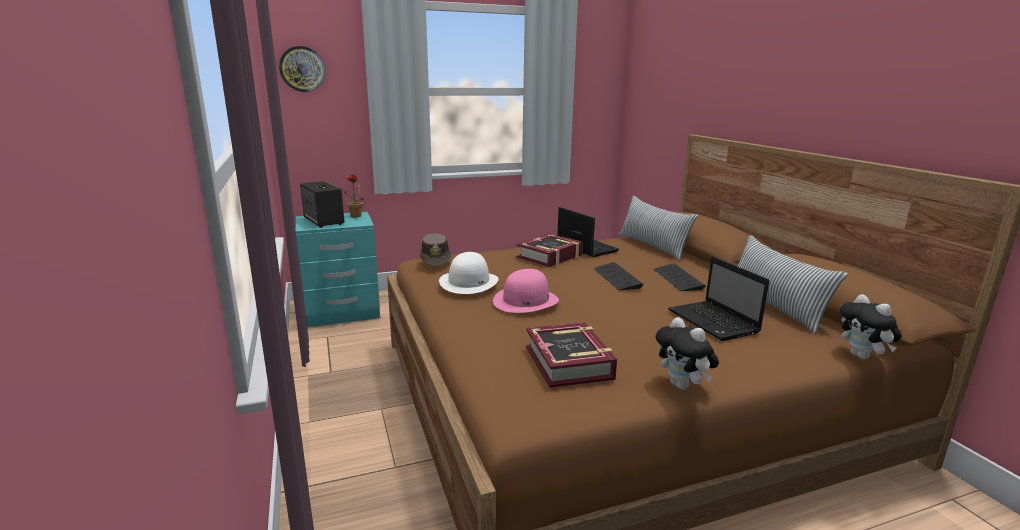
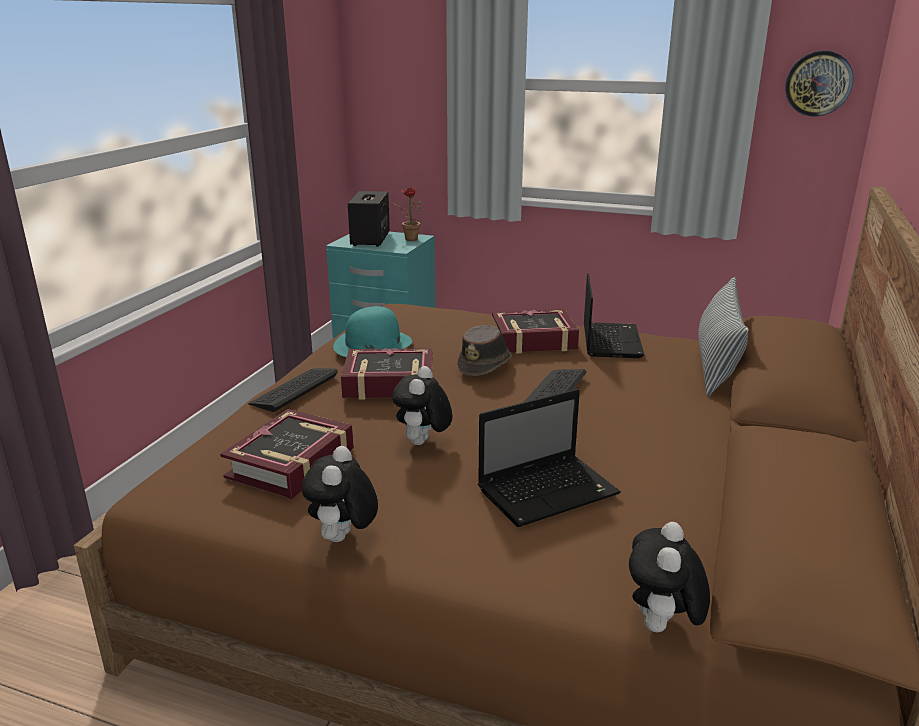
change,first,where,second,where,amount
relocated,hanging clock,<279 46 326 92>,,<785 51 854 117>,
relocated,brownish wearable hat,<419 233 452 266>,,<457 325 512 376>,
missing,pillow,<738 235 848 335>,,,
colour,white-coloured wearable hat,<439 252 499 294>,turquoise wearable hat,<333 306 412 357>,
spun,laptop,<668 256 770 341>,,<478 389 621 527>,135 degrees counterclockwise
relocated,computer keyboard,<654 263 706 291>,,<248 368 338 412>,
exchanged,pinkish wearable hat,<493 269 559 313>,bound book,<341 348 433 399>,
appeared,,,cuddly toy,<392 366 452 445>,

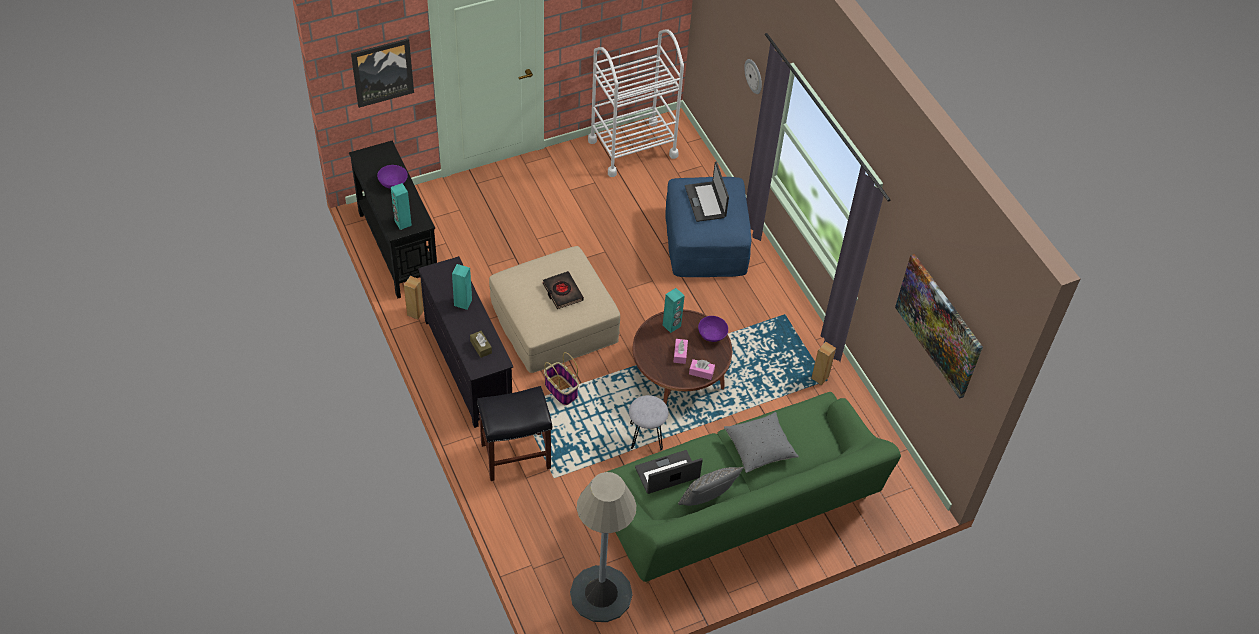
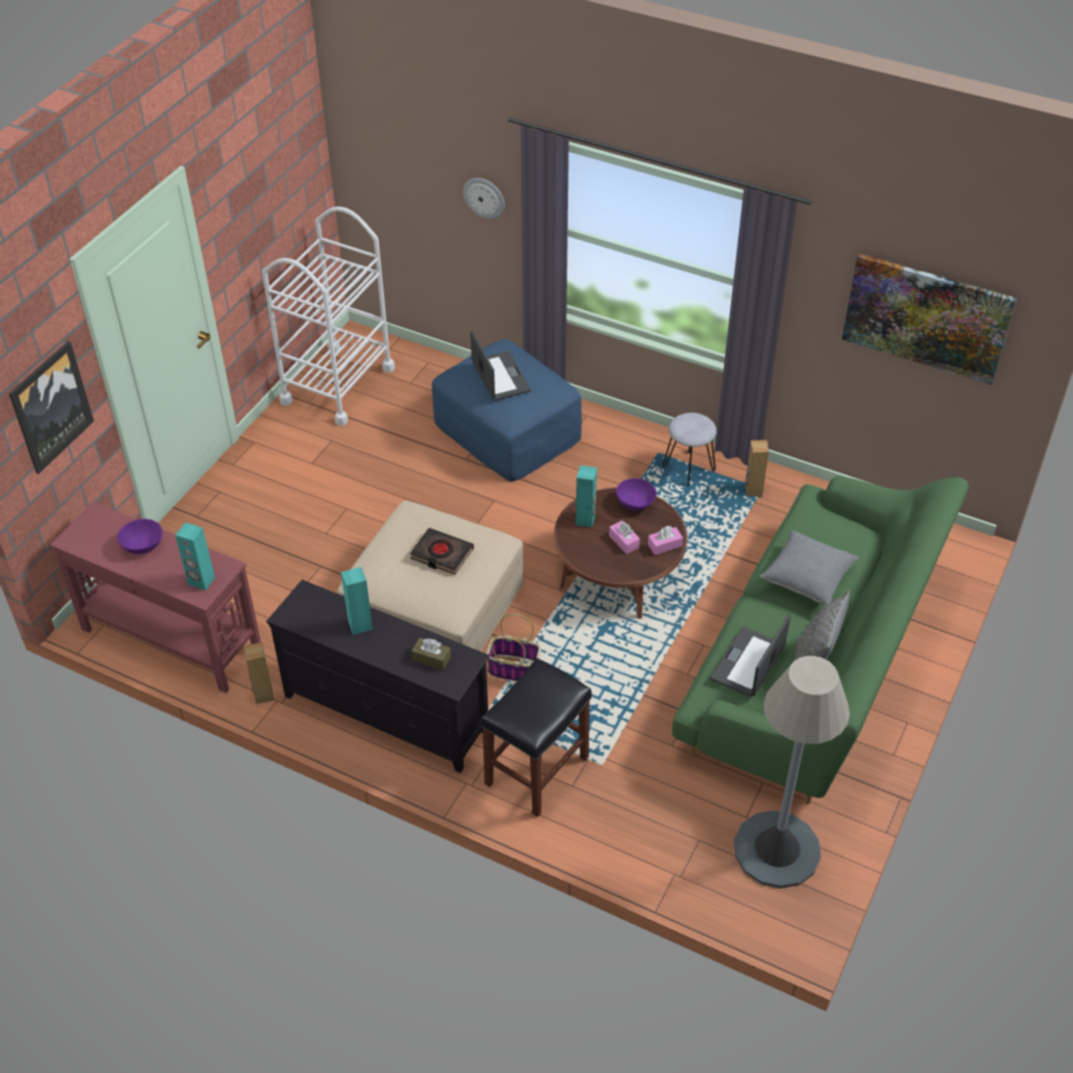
change,first,where,second,where,amount
colour,blackish console table,<349 141 437 298>,reddish console table,<50 501 261 693>,
spun,laptop,<685 162 729 222>,,<470 331 531 400>,150 degrees counterclockwise
relocated,greyish stool seat,<629 395 668 450>,,<662 413 717 486>,

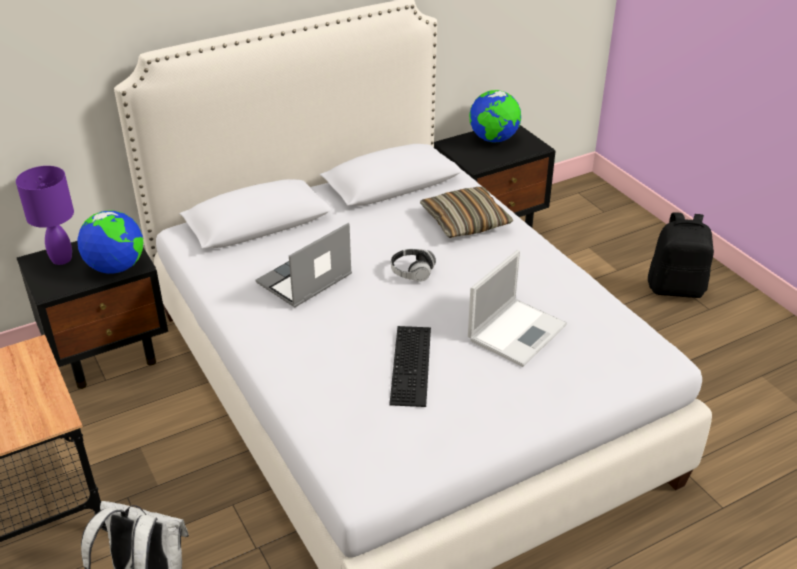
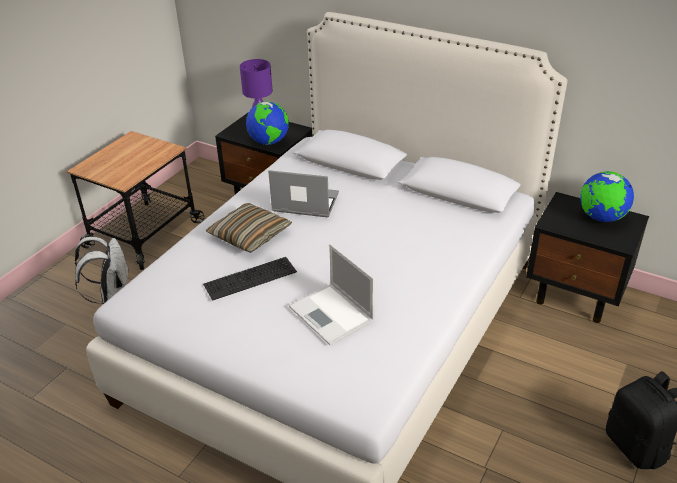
change,first,where,second,where,amount
relocated,pillow,<420 187 513 238>,,<206 203 292 253>,
missing,headphones,<391 249 436 282>,,,
spun,laptop,<468 250 567 367>,,<289 244 376 346>,45 degrees clockwise

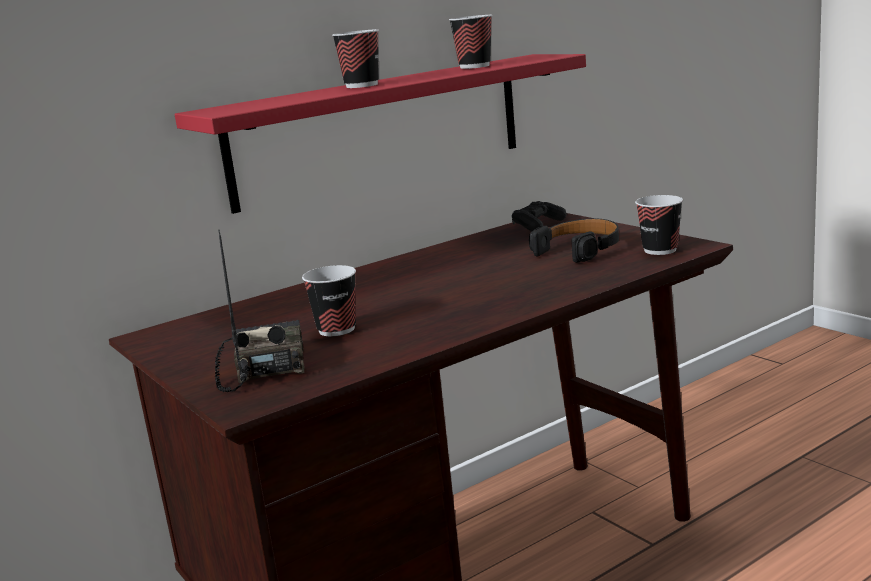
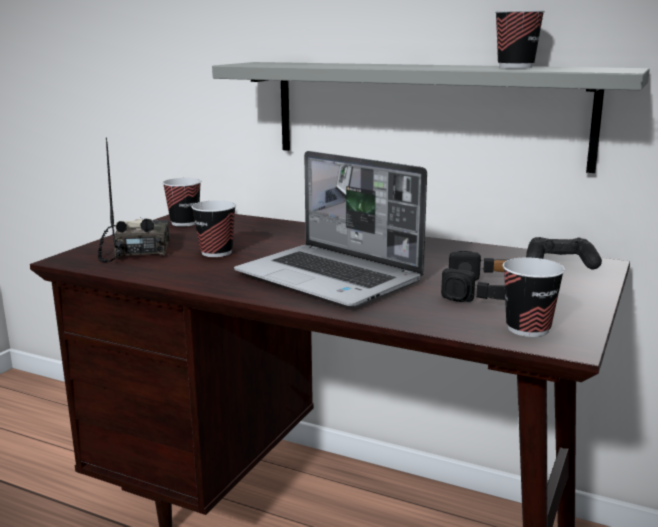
change,first,where,second,where,amount
relocated,small cup,<332 29 379 88>,,<162 178 201 227>,
colour,reddish bracket shelf,<175 54 586 214>,greyish bracket shelf,<212 62 650 173>,
spun,radio receiver,<215 230 305 392>,,<98 138 170 262>,60 degrees counterclockwise
appeared,,,laptop,<234 151 427 307>,

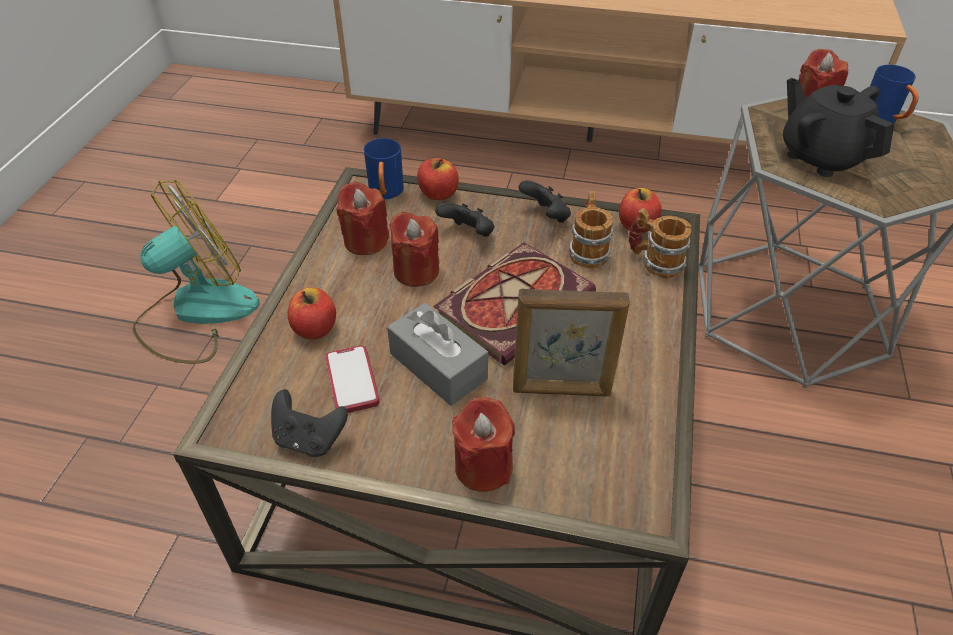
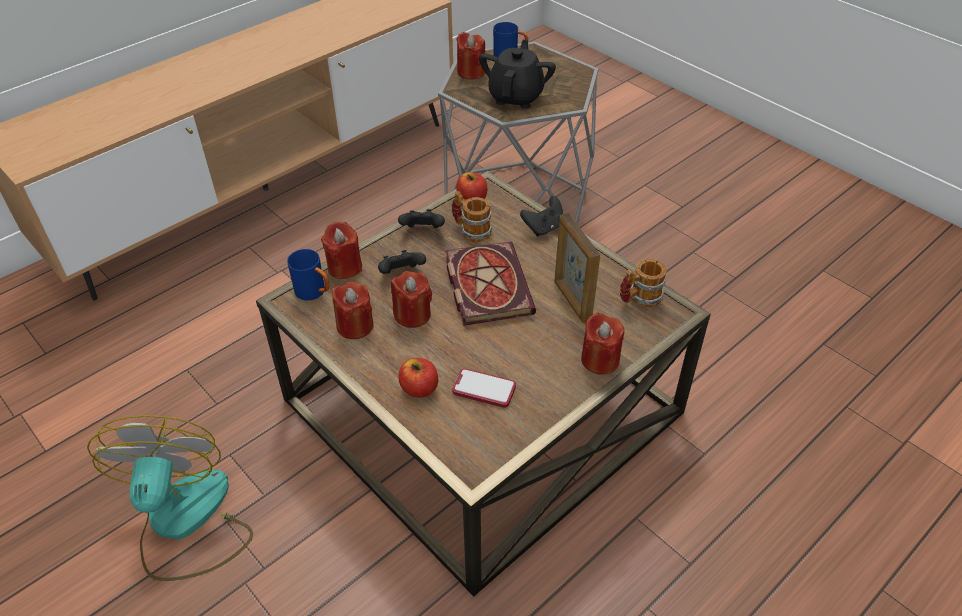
change,first,where,second,where,amount
spun,blackish pot for tea,<783 78 894 177>,,<479 40 556 108>,105 degrees clockwise
exchanged,apple fruit,<417 158 459 200>,reddish wax candle,<321 222 362 279>,
relocated,tea mug,<628 208 691 278>,,<620 259 667 307>,
spun,picture frame,<513 288 630 396>,,<554 213 600 324>,120 degrees clockwise
missing,greyish tissue holder,<387 303 488 406>,,,
relocated,blackish game controller,<271 389 348 457>,,<520 196 563 236>,

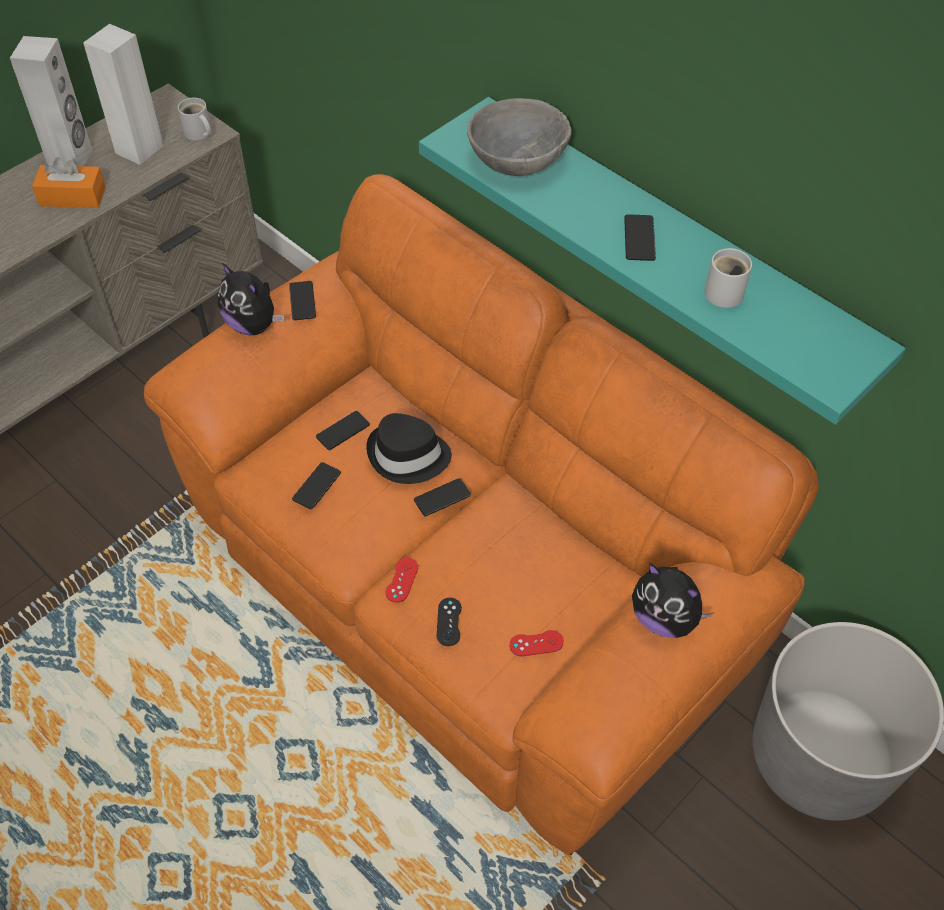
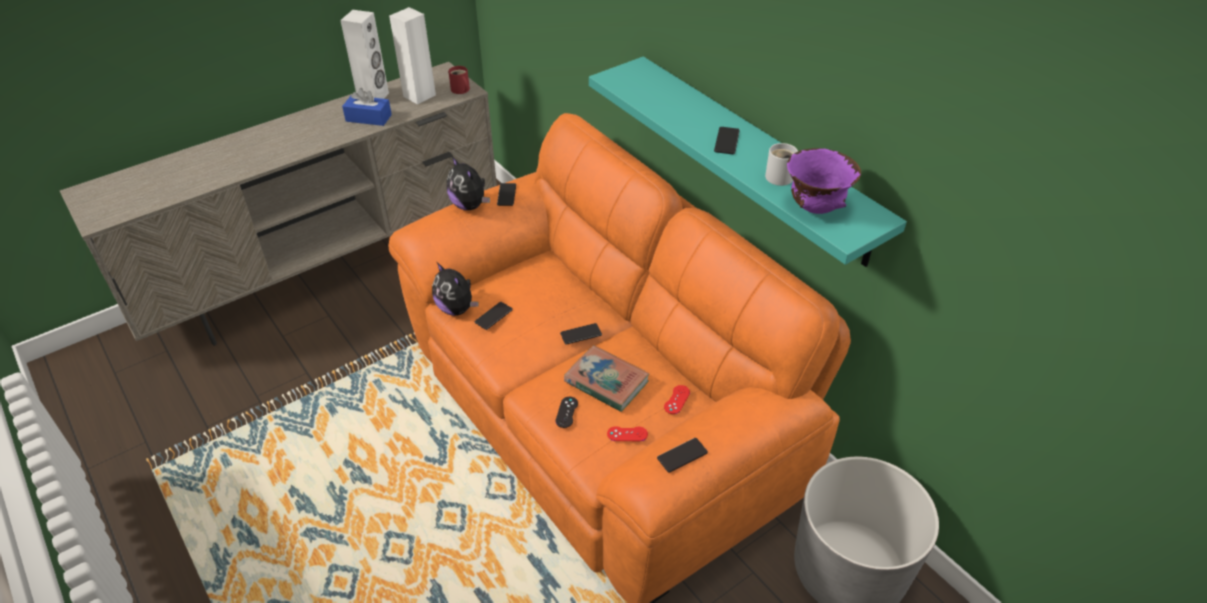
change,first,where,second,where,amount
colour,white-coloured tea mug,<178 98 211 141>,reddish tea mug,<448 66 470 94>,
missing,greyish bowl,<467 98 572 176>,,,
colour,orange-coloured tissue holder,<32 157 106 208>,blue tissue holder,<342 88 392 126>,
relocated,telephone,<316 411 370 450>,,<657 438 708 473>,
missing,blackish wearable hat,<366 413 452 484>,,,
relocated,reddish game controller,<386 558 418 603>,,<664 385 690 414>,
relocated,cuddly toy,<632 563 714 638>,,<432 262 479 316>,
appeared,,,purple bowl,<787 148 861 214>,
appeared,,,bound book,<564 345 650 412>,

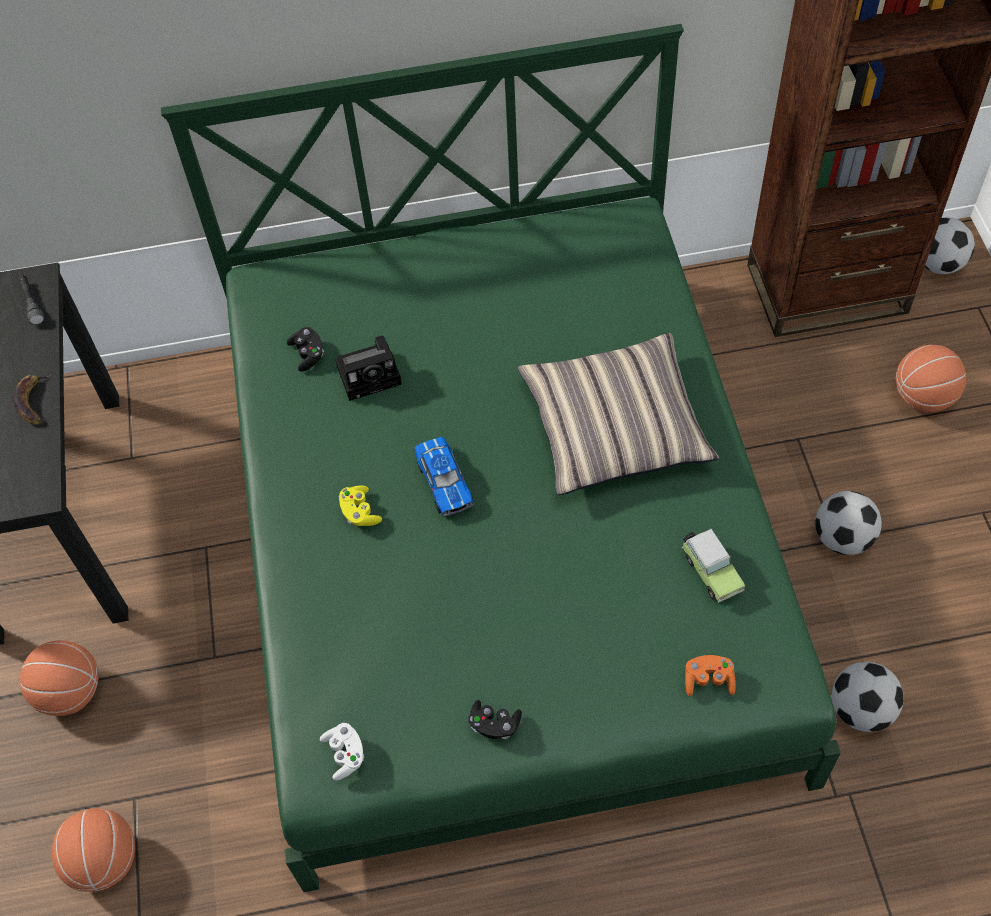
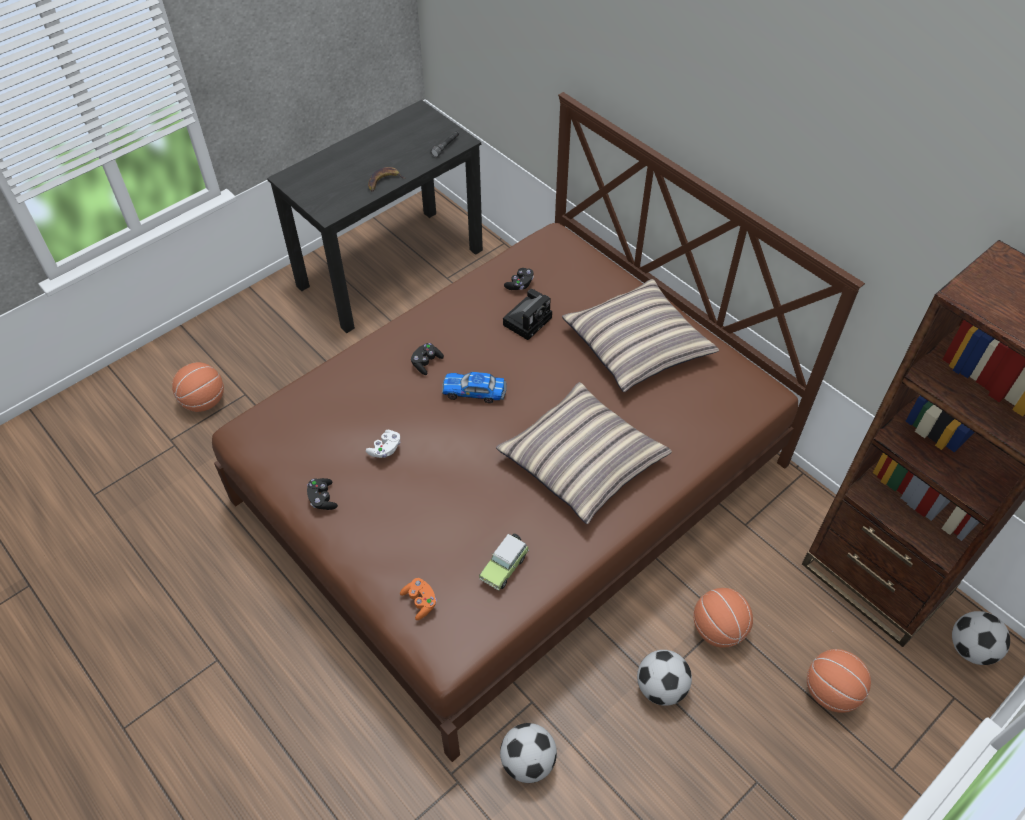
change,first,where,second,where,amount
colour,green bedroom bed,<161 24 841 892>,brownish bedroom bed,<212 92 865 762>,
spun,still camera,<335 335 402 401>,,<503 289 552 340>,90 degrees counterclockwise
spun,model car,<414 437 474 517>,,<442 372 507 403>,60 degrees clockwise
colour,yellow-coloured game controller,<339 485 382 526>,blackish game controller,<411 343 444 375>,
relocated,basketball,<20 640 98 716>,,<693 588 753 647>,
relocated,white-coloured game controller,<320 723 364 781>,,<366 430 400 458>,
appeared,,,pillow,<562 279 719 392>,

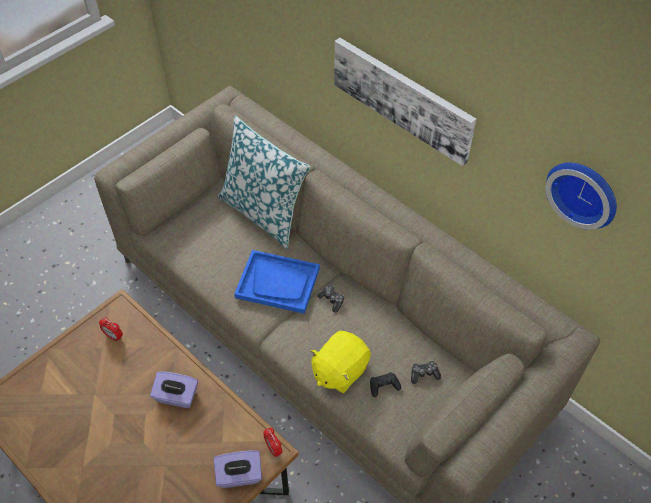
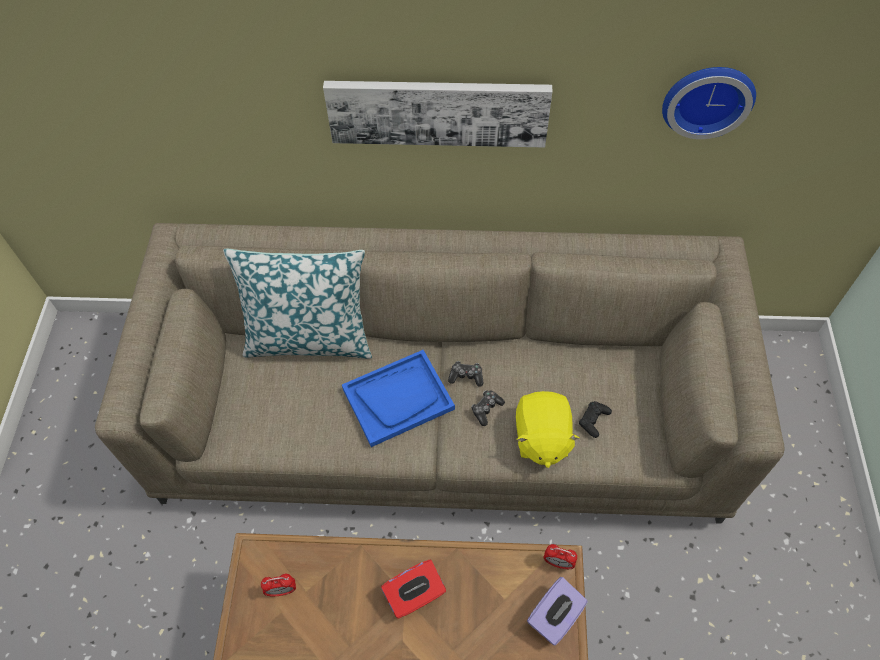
change,first,where,second,where,amount
relocated,game controller,<411 360 441 384>,,<471 390 505 426>,
colour,purple tissue holder,<150 371 198 408>,reddish tissue holder,<381 560 446 619>,

